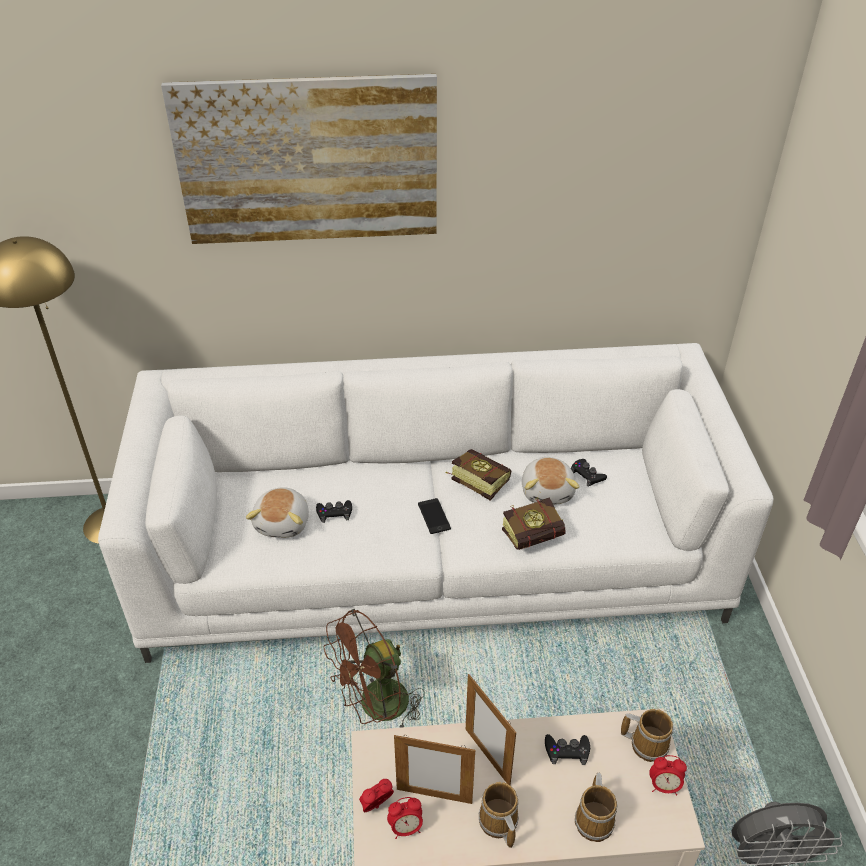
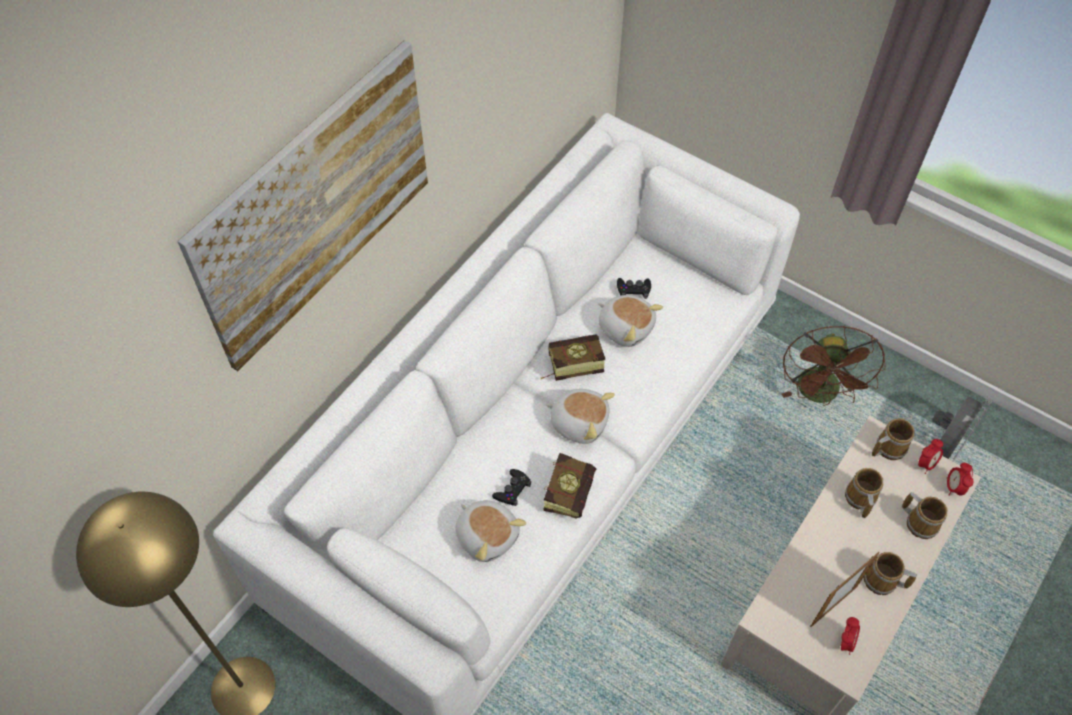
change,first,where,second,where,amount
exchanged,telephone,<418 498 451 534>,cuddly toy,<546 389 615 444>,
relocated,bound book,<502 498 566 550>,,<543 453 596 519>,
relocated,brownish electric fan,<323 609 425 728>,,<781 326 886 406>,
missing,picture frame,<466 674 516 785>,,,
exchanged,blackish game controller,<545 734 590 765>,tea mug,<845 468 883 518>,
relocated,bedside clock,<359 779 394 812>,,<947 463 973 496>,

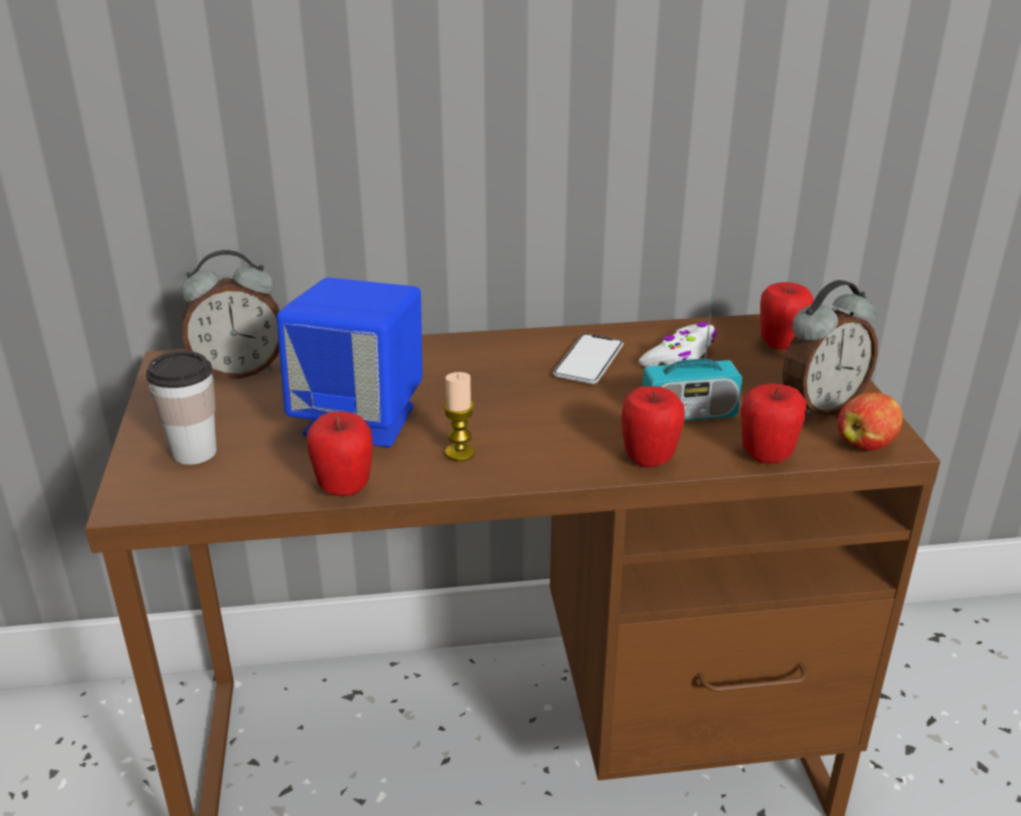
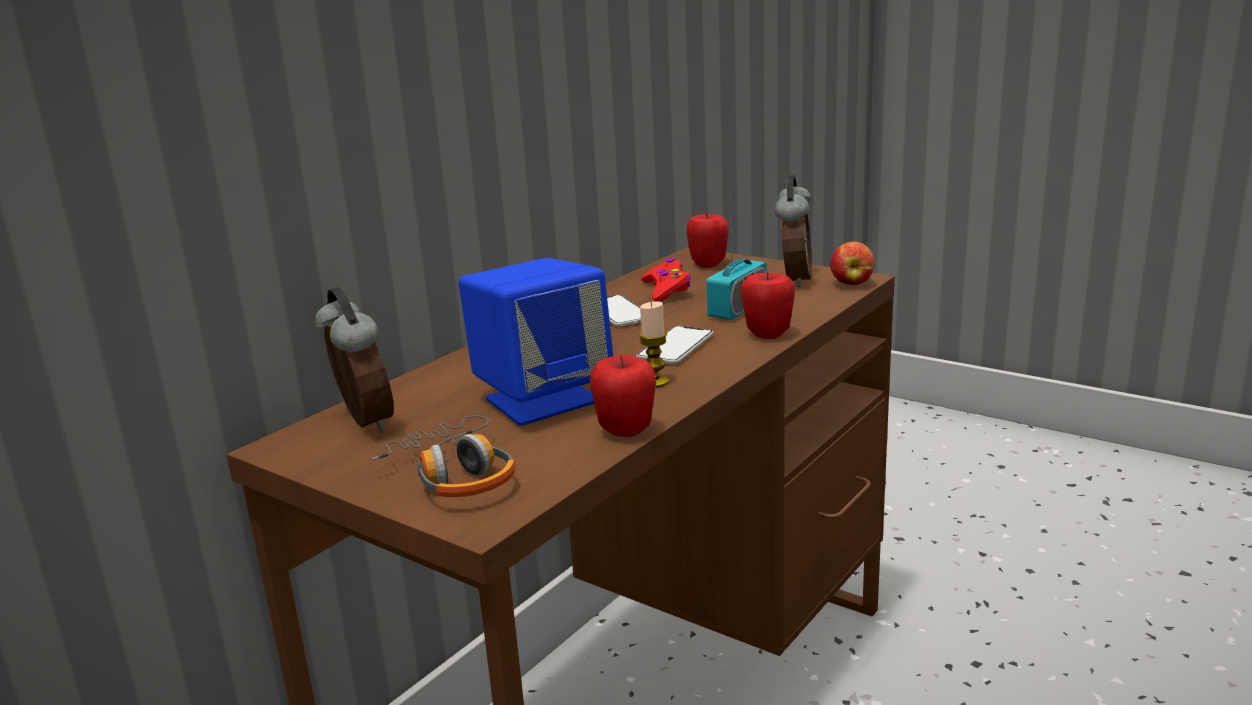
change,first,where,second,where,amount
spun,bedside clock,<180 250 280 379>,,<315 287 394 432>,60 degrees counterclockwise
colour,white-coloured game controller,<639 322 717 367>,reddish game controller,<641 258 691 302>,
exchanged,small cup,<146 351 217 465>,headphones,<372 415 516 497>,
missing,apple fruit,<741 383 806 464>,,,
appeared,,,telephone,<636 326 714 364>,

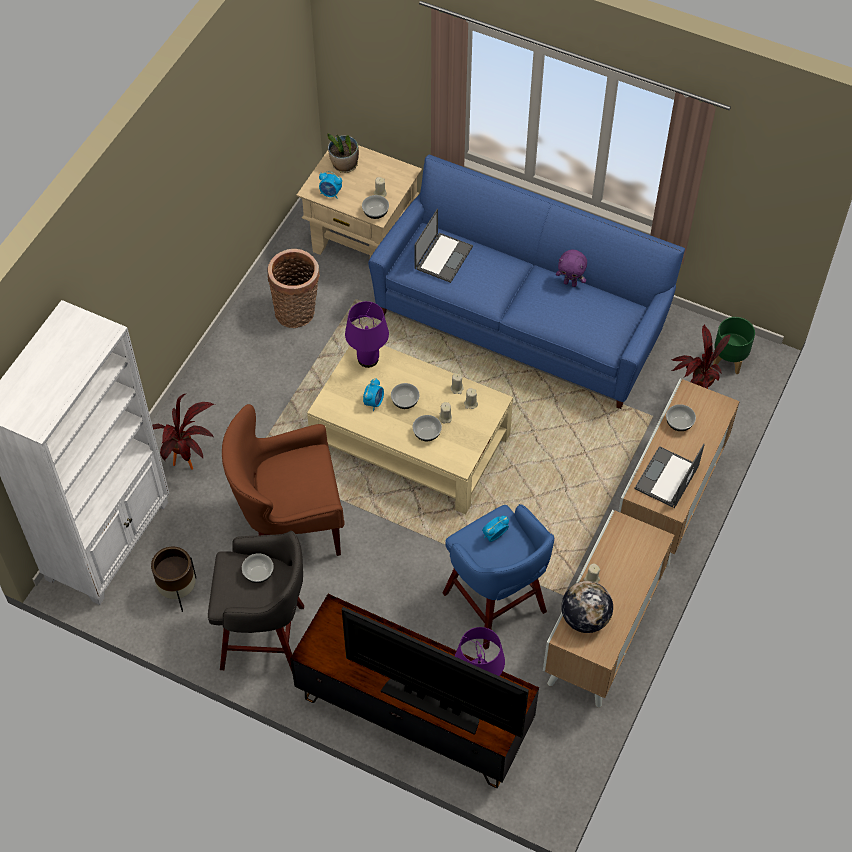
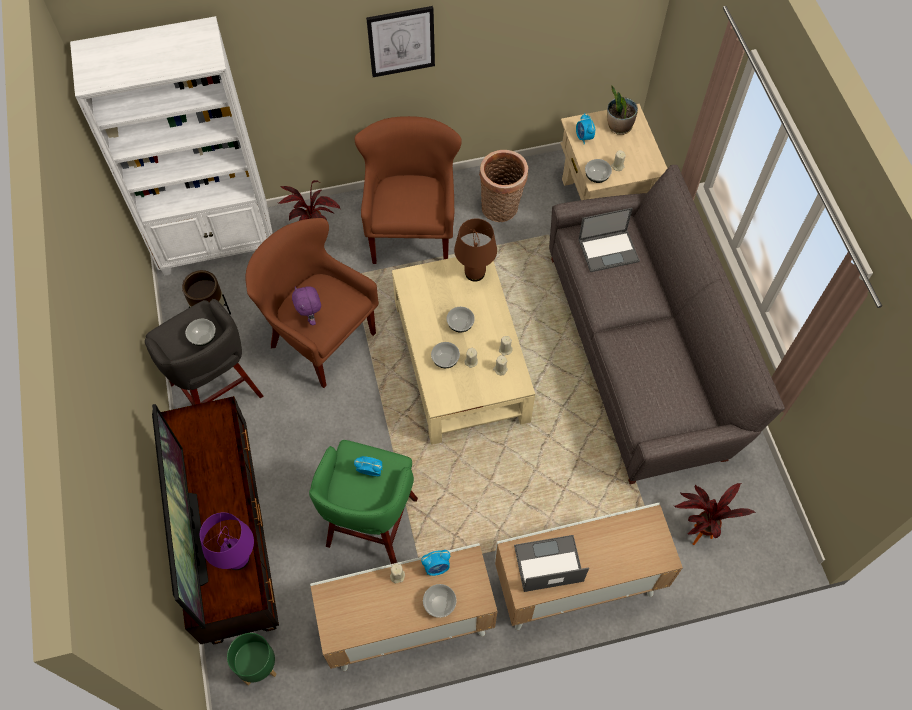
change,first,where,second,where,amount
colour,blue couch,<368 154 685 409>,greyish couch,<549 165 785 485>,
relocated,purple cuddly toy,<556 250 587 287>,,<292 286 321 325>,
colour,purple tabletop lamp,<345 301 389 368>,brownish tabletop lamp,<454 218 497 282>,
relocated,green flower pot,<713 317 755 374>,,<227 633 277 686>,
relocated,bedside clock,<363 378 384 412>,,<421 550 450 576>,
relocated,bowl,<666 404 696 431>,,<423 584 457 618>,
colour,blue stool seat,<442 504 554 650>,green stool seat,<309 440 418 564>,
missing,world globe,<561 581 613 633>,,,
appeared,,,wall picture,<366 6 435 77>,
appeared,,,brownish armchair,<355 116 462 264>,

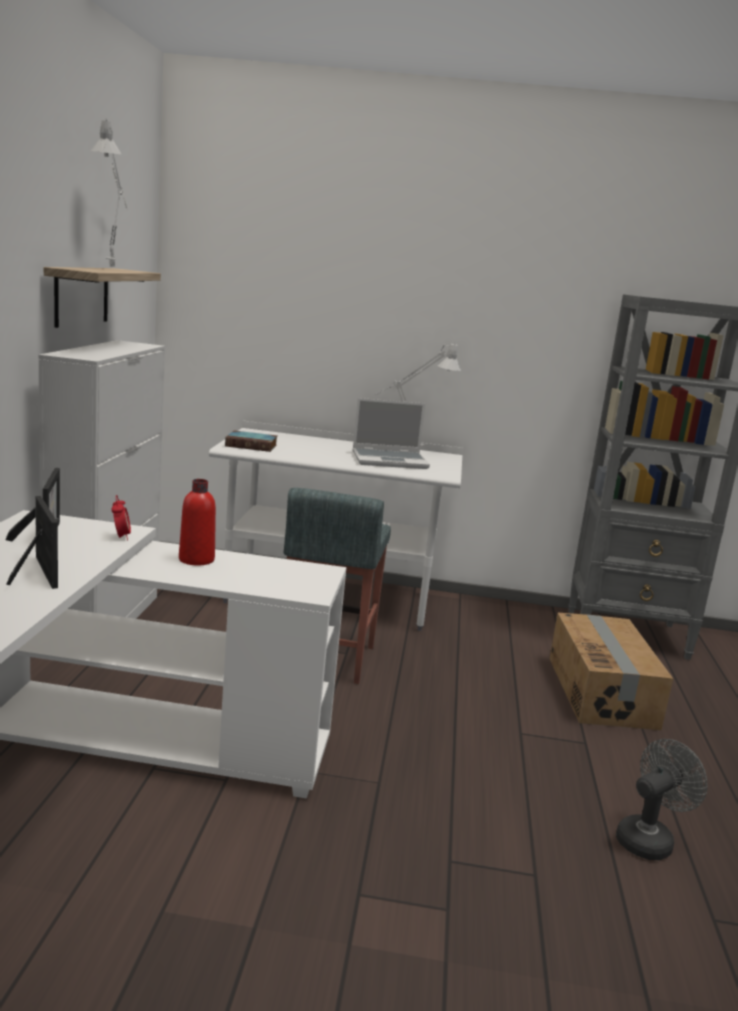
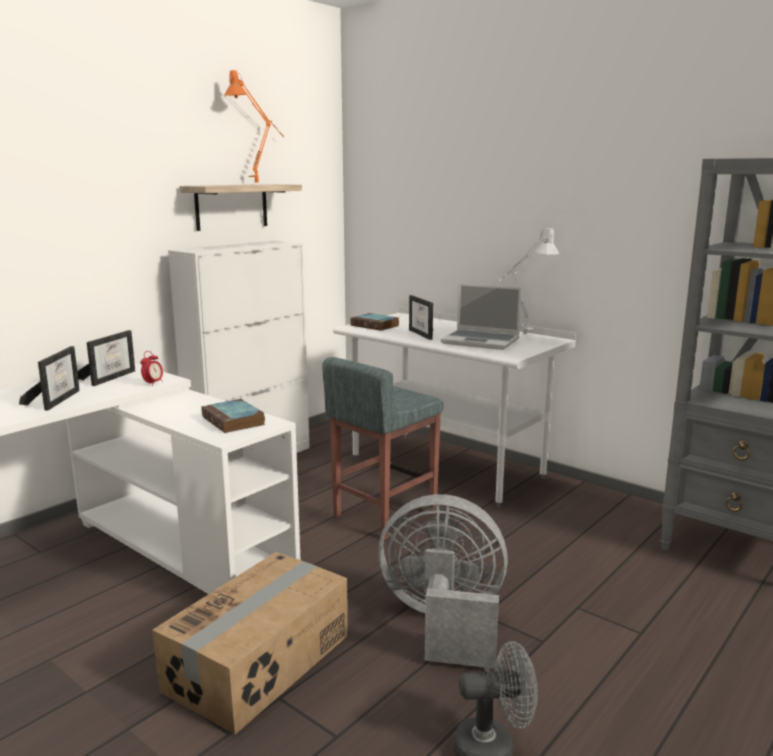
change,first,where,second,where,amount
colour,greyish tabletop lamp,<91 119 128 267>,orange-coloured tabletop lamp,<224 70 284 183>,
missing,reddish bottle,<179 479 216 565>,,,
relocated,carton,<550 613 673 730>,,<152 552 348 735>,
appeared,,,picture frame,<409 295 433 340>,
appeared,,,bound book,<201 399 265 433>,
appeared,,,greyish electric fan,<378 494 508 669>,

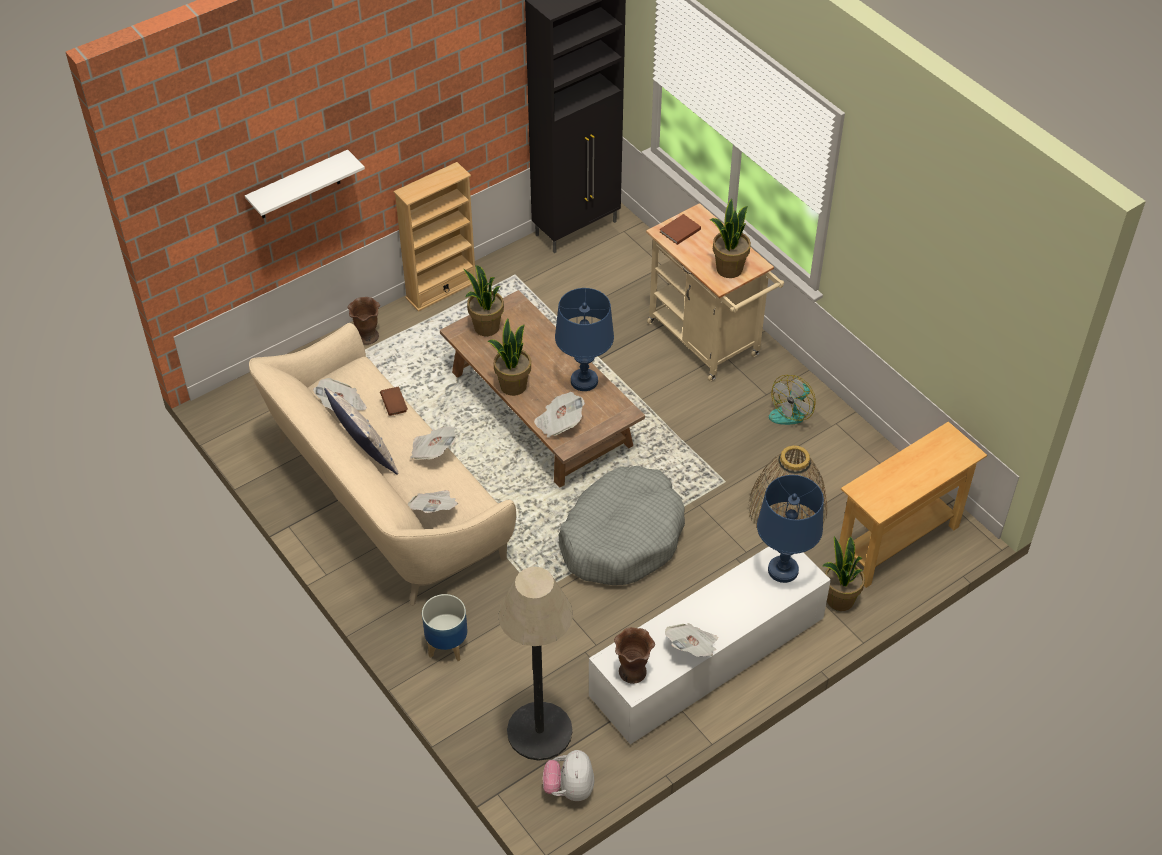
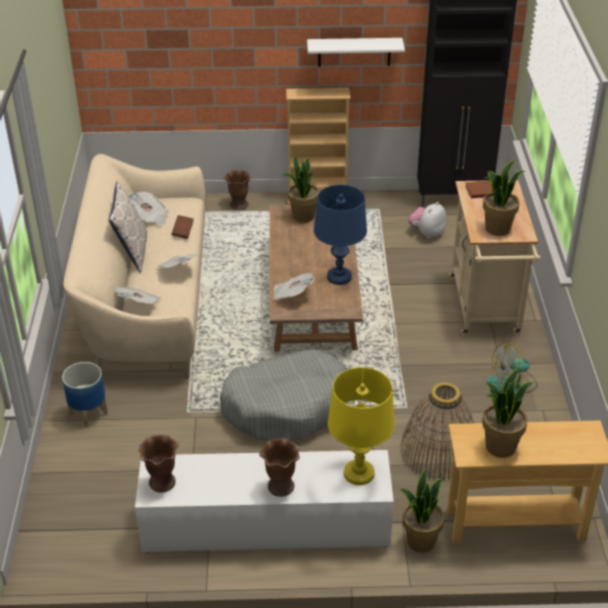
change,first,where,second,where,amount
relocated,white-coloured bracket shelf,<245 150 365 218>,,<307 38 405 67>,
relocated,houseplant,<487 319 531 396>,,<482 368 534 458>,
colour,blue tabletop lamp,<757 475 824 583>,yellow-coloured tabletop lamp,<328 367 395 485>,
missing,floor lamp,<498 567 573 760>,,,
missing,daily paper,<665 623 718 657>,,,
relocated,cuddly toy,<543 750 594 801>,,<408 202 446 239>,
appeared,,,brownish flower vase,<259 438 300 497>,

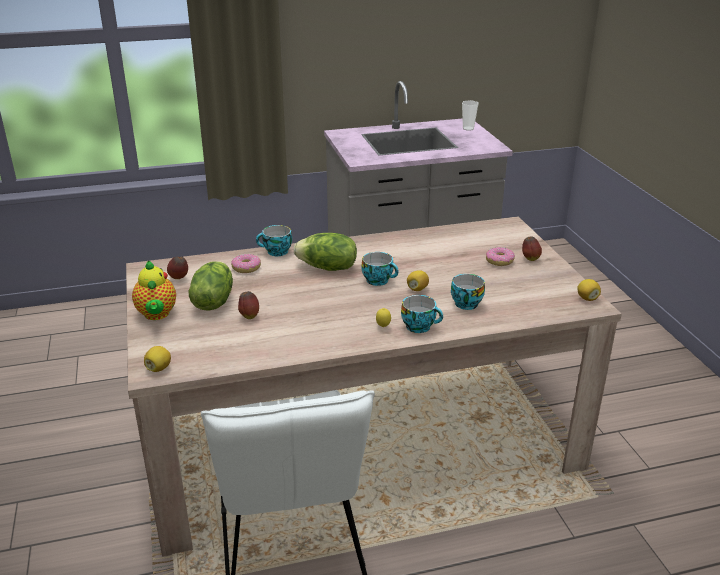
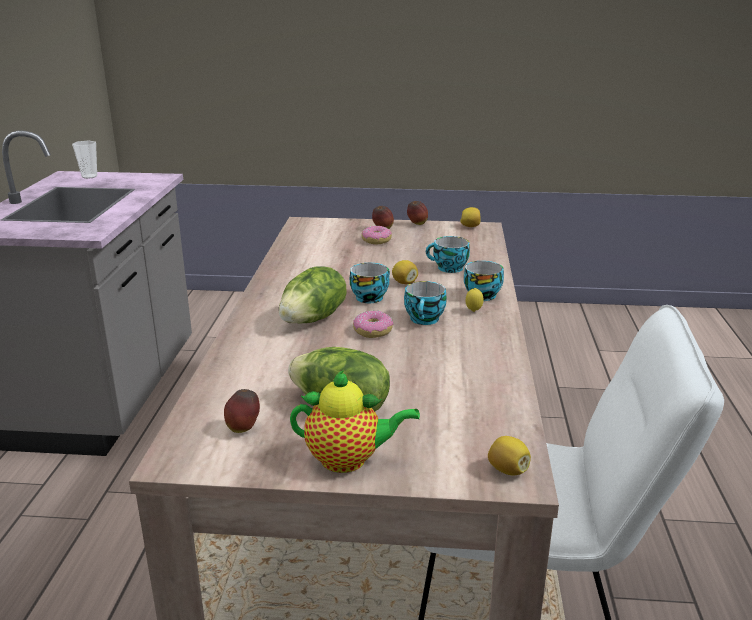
change,first,where,second,where,amount
relocated,small cup,<256 225 292 256>,,<404 281 447 325>,
relocated,doughnut,<231 254 261 273>,,<353 311 393 338>,
relocated,apple fruit,<238 291 259 319>,,<407 201 428 225>,

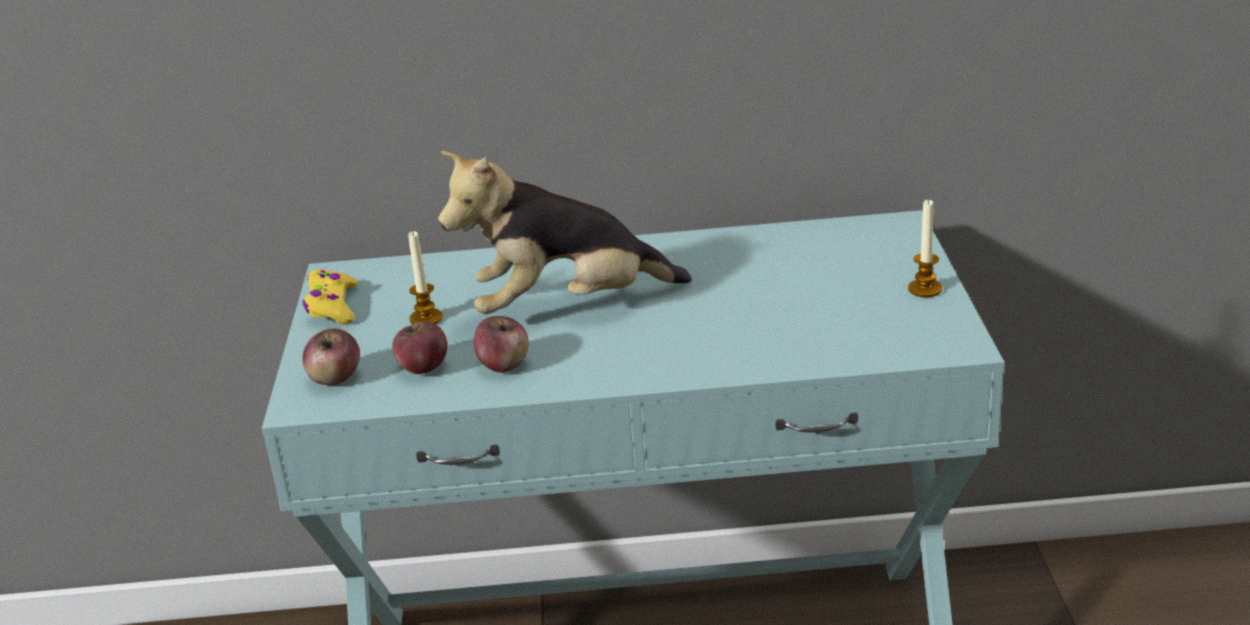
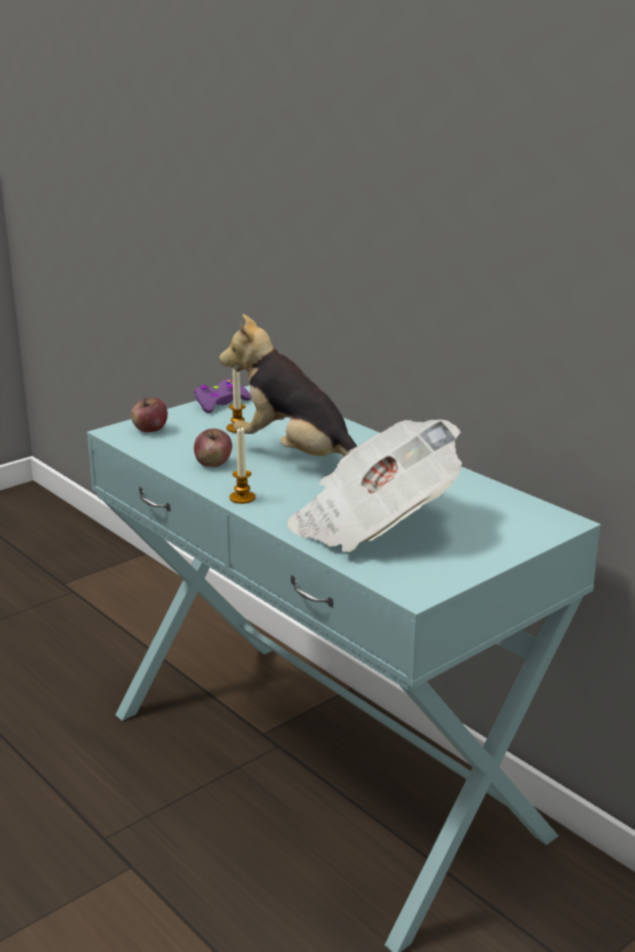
change,first,where,second,where,amount
relocated,wax candle,<908 199 942 297>,,<230 427 256 504>,
colour,yellow-coloured game controller,<303 270 358 325>,purple game controller,<194 379 251 413>,
missing,apple fruit,<392 319 447 374>,,,
appeared,,,daily paper,<287 420 462 552>,

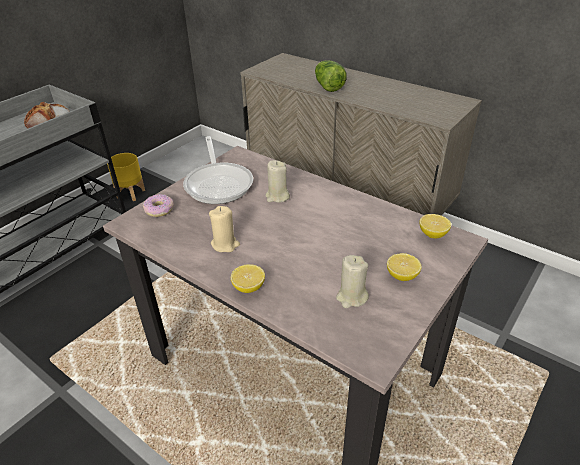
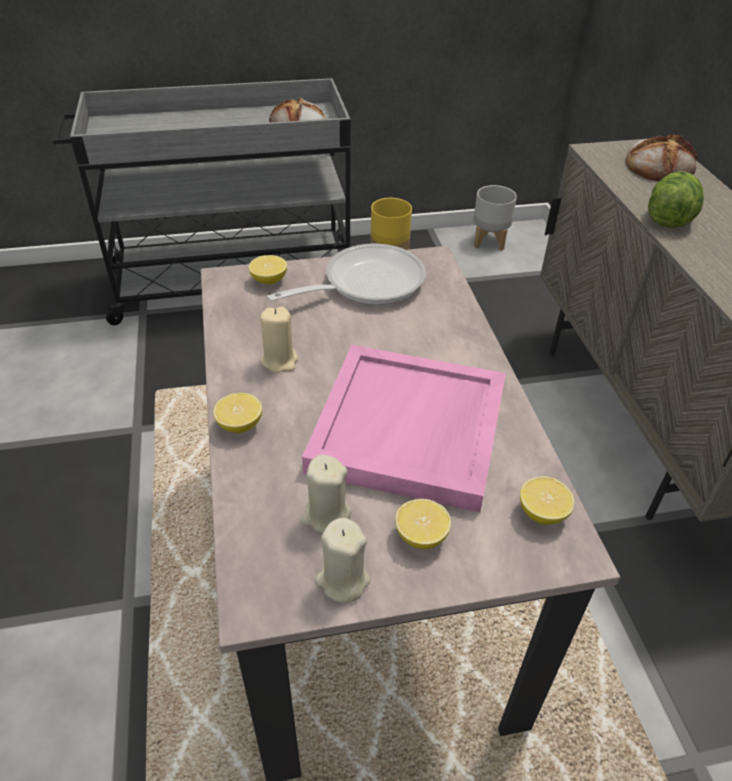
change,first,where,second,where,amount
spun,frying pan,<183 136 253 204>,,<267 243 426 305>,150 degrees counterclockwise
relocated,sand-coloured wax candle,<265 160 290 203>,,<315 518 371 603>,
exchanged,doughnut,<143 194 174 217>,lemon,<249 255 287 285>,
appeared,,,baked bread,<626 135 697 181>,
appeared,,,greyish flower pot,<473 185 517 251>,
appeared,,,pinkish serving tray,<302 345 506 513>,

